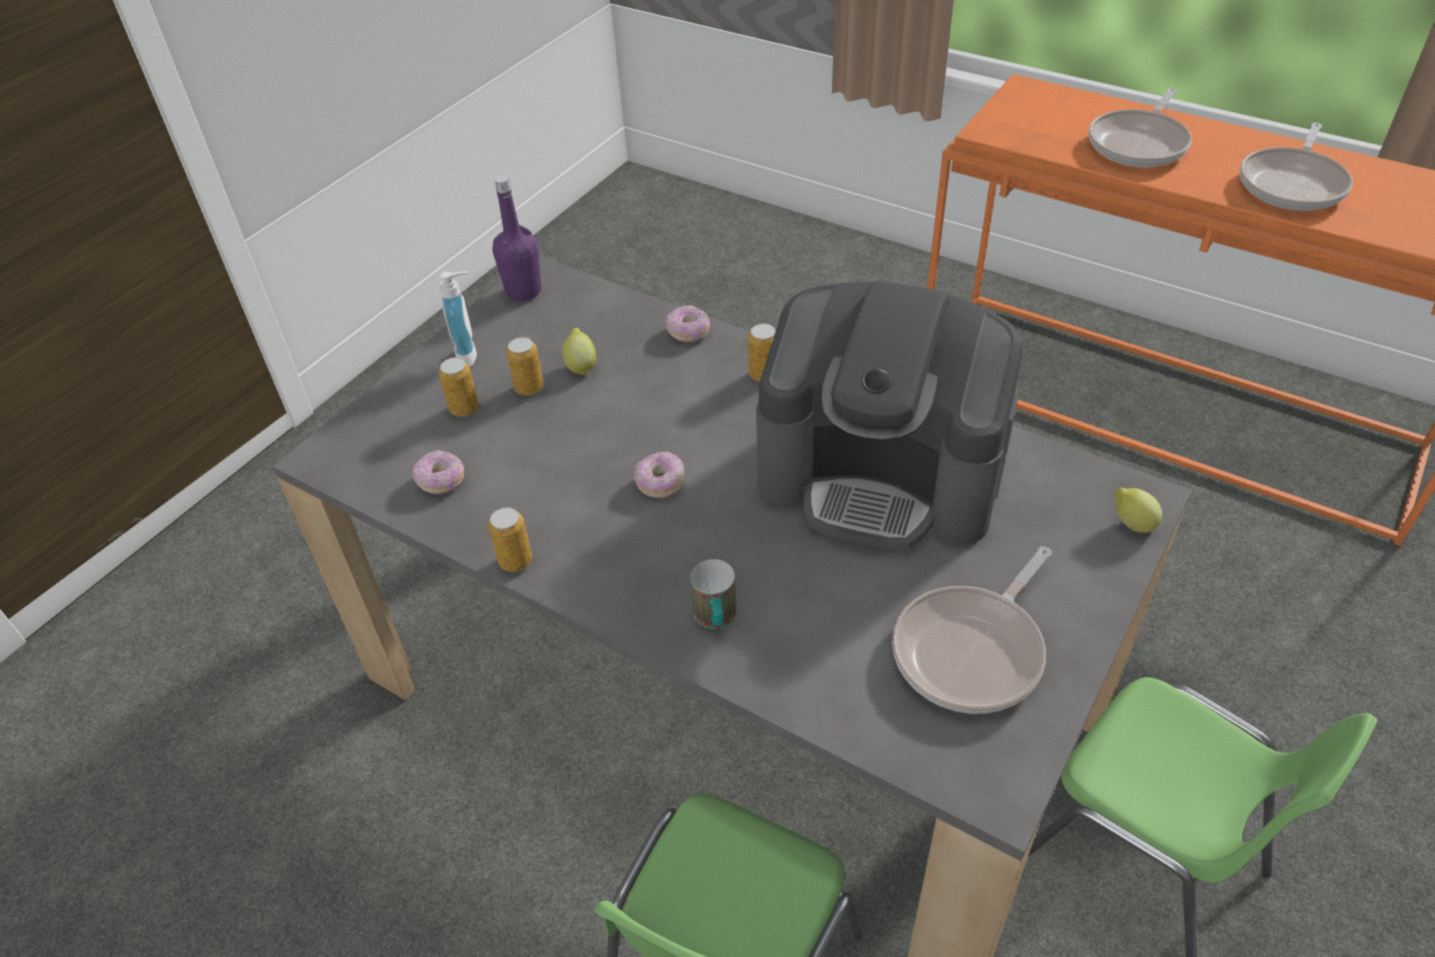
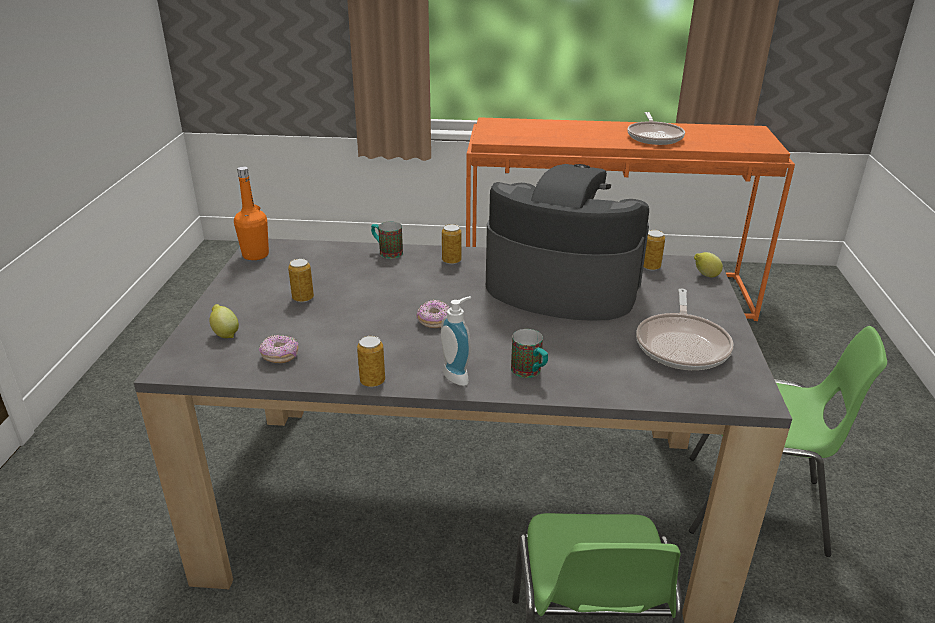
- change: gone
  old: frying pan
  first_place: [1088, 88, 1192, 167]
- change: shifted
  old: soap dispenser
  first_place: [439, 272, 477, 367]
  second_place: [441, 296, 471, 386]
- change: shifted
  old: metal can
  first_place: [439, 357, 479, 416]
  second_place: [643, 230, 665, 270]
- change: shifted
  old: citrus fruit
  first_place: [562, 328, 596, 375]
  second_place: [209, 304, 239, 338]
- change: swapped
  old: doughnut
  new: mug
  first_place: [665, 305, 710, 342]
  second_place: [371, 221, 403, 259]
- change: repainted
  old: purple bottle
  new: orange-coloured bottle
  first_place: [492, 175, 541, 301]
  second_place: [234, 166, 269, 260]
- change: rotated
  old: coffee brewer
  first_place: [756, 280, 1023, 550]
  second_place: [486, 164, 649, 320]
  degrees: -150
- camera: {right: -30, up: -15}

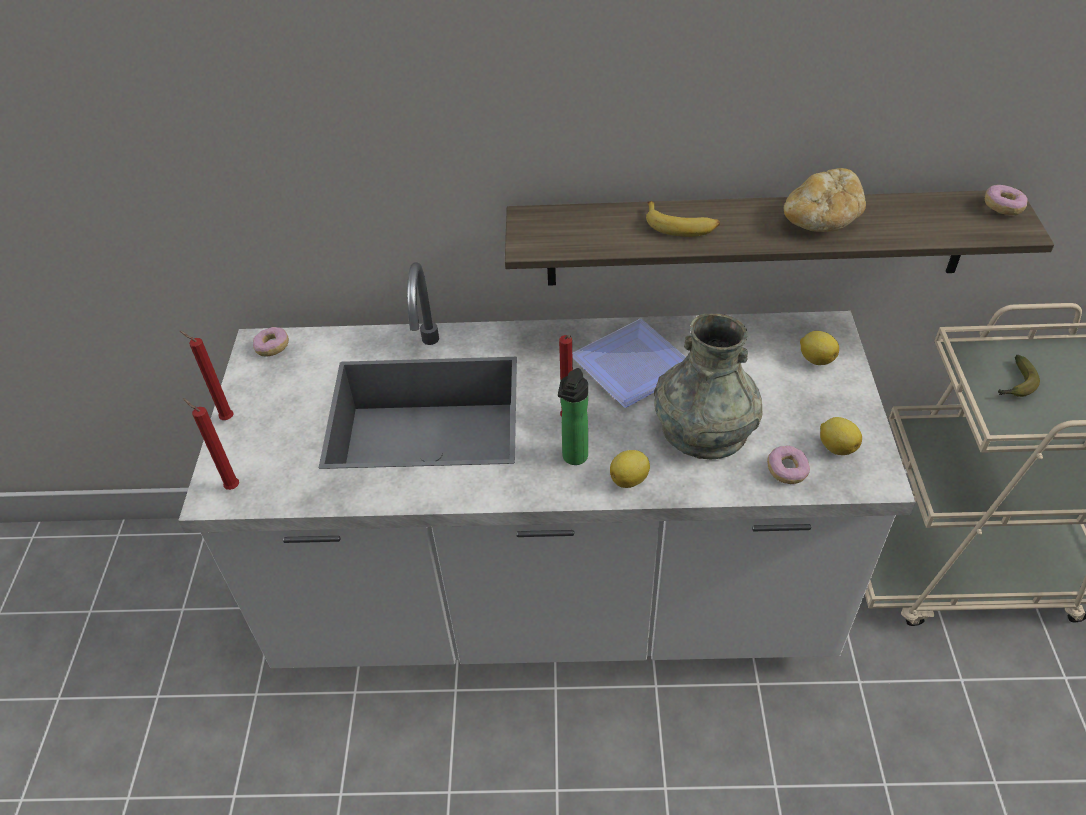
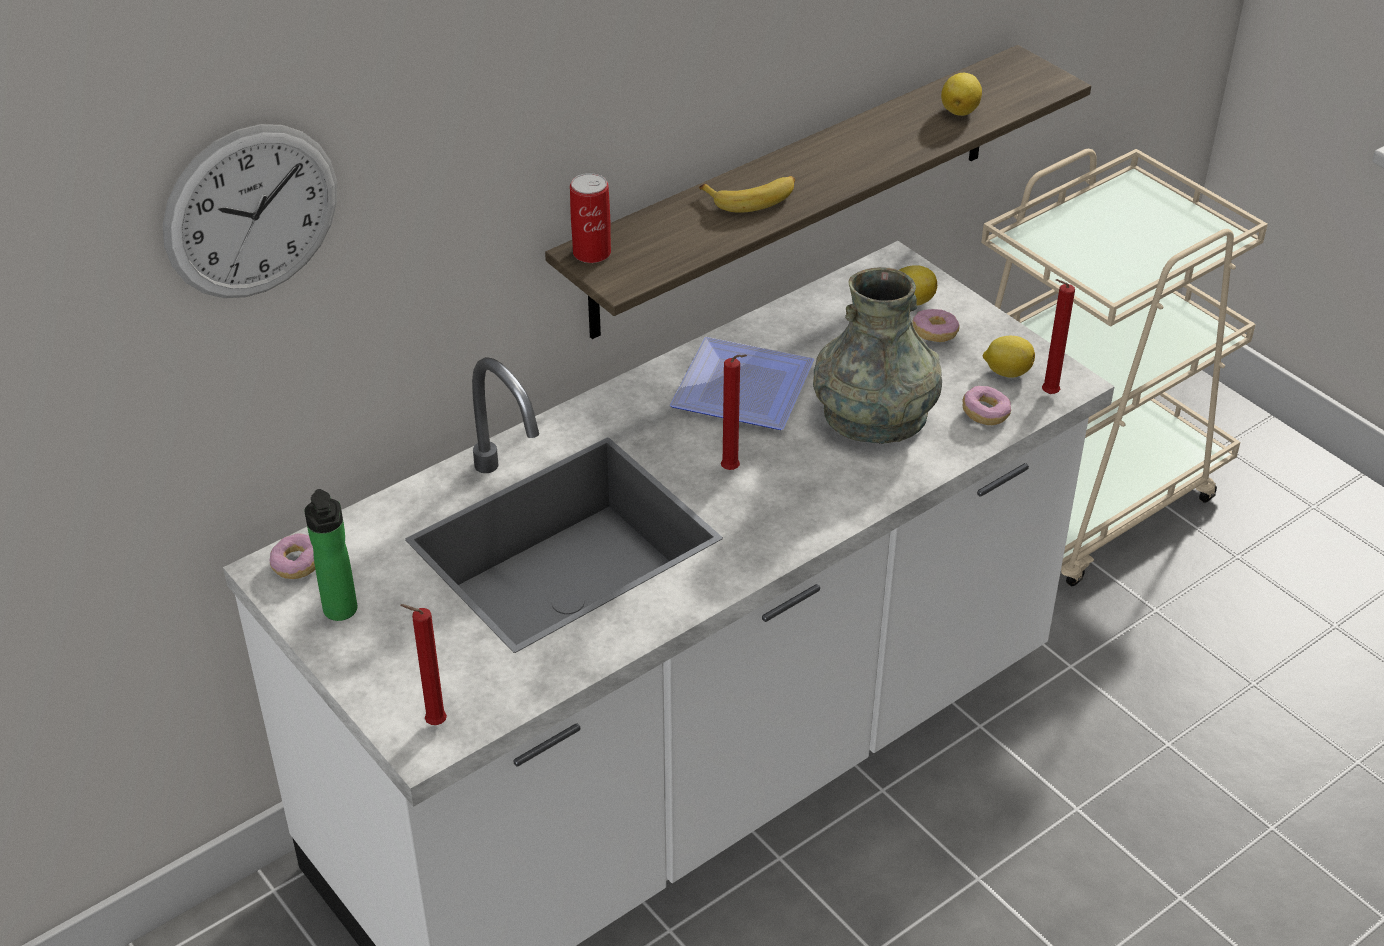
- change: gone
  old: bread
  first_place: [784, 168, 866, 232]
- change: gone
  old: banana fruit
  first_place: [998, 355, 1040, 397]
- change: new
  new: hanging clock
  second_place: [163, 124, 337, 298]
- change: new
  new: metal can
  second_place: [570, 173, 611, 263]
- change: shifted
  old: reddish wax candle
  first_place: [180, 331, 234, 420]
  second_place: [1042, 279, 1075, 394]
- change: shifted
  old: bottle
  first_place: [558, 368, 588, 465]
  second_place: [304, 489, 357, 621]
- change: shifted
  old: citrus fruit
  first_place: [610, 450, 650, 488]
  second_place: [941, 73, 982, 116]
- change: shifted
  old: doughnut
  first_place: [985, 185, 1028, 215]
  second_place: [912, 309, 960, 342]
- camera: {right: -40, up: -5}

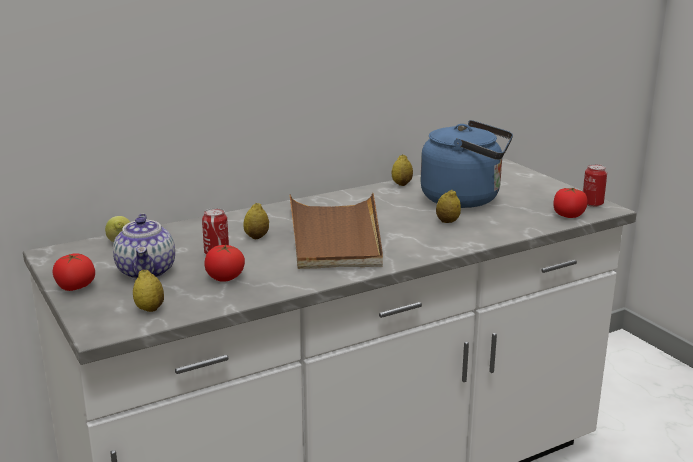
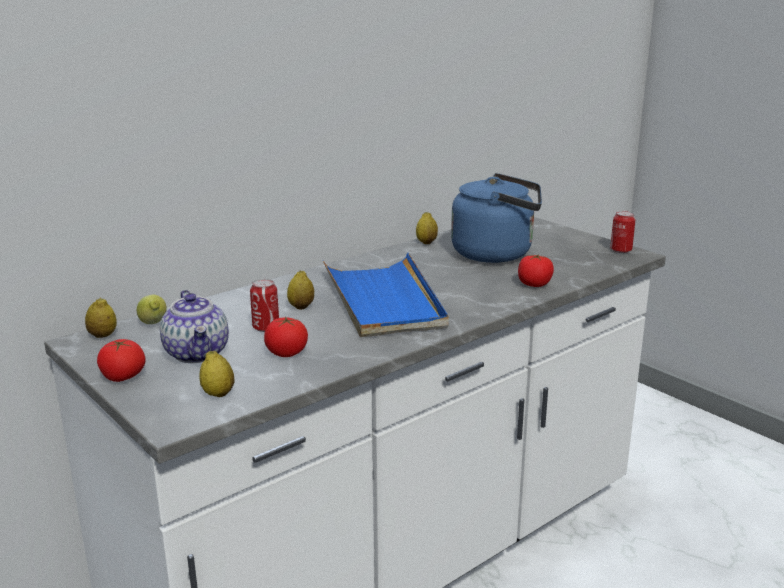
- change: shifted
  old: citrus fruit
  first_place: [436, 189, 461, 223]
  second_place: [85, 298, 117, 338]
- change: shifted
  old: whole tomato
  first_place: [553, 188, 588, 218]
  second_place: [518, 254, 554, 287]
- change: repainted
  old: brownish serving tray
  new: blue-coloured serving tray
  first_place: [290, 193, 383, 269]
  second_place: [322, 253, 449, 337]
- camera: {right: -10, up: 0}

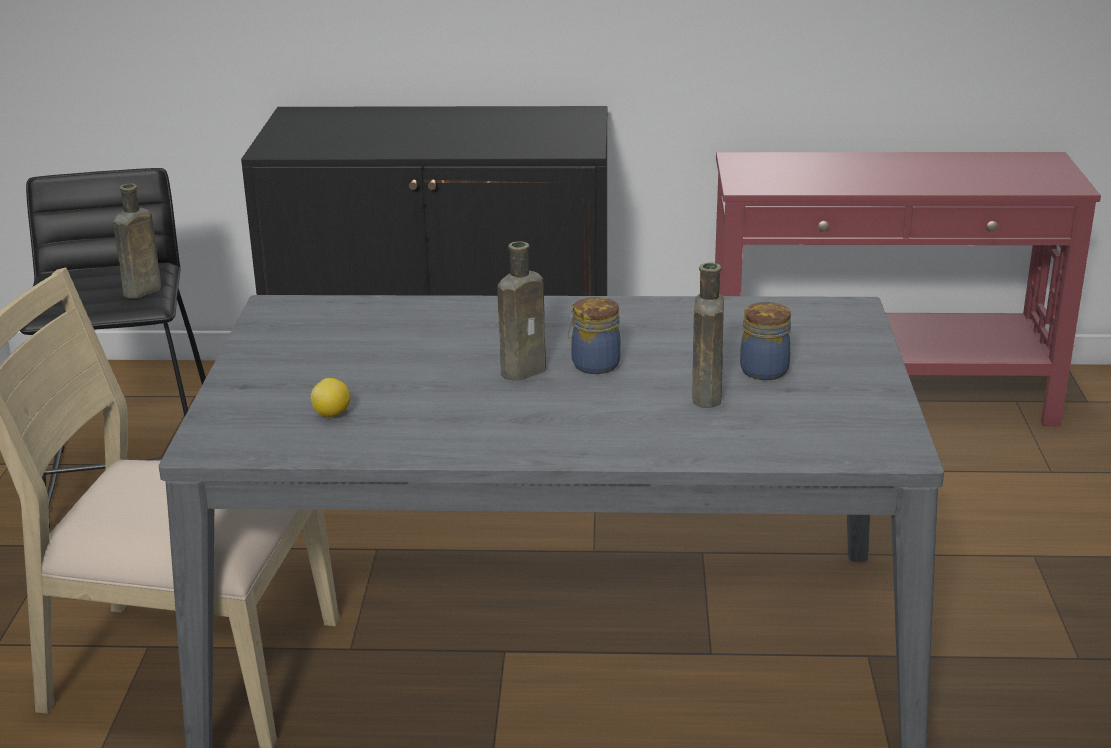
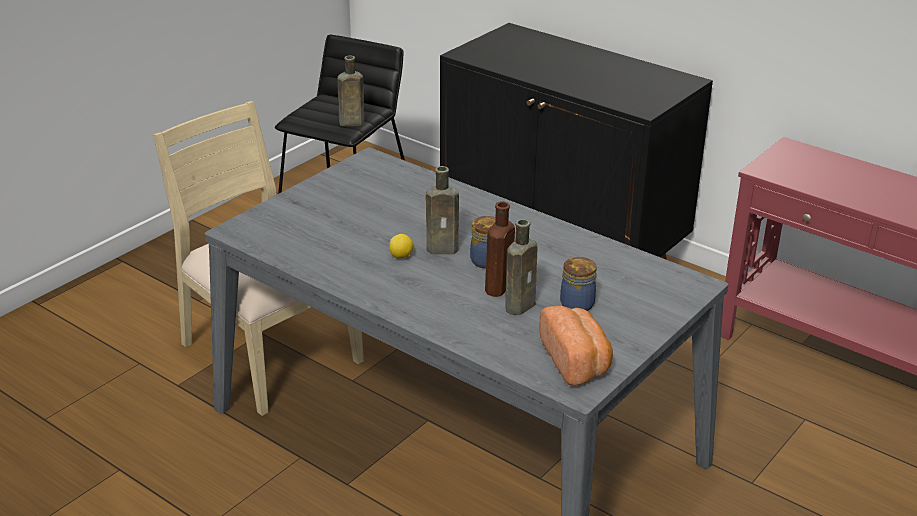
- change: new
  new: brownish bottle
  second_place: [485, 201, 515, 297]
- change: new
  new: bread
  second_place: [539, 306, 613, 386]
- change: shifted
  old: citrus fruit
  first_place: [311, 378, 350, 417]
  second_place: [389, 234, 413, 258]
- camera: {right: 35, up: 5}

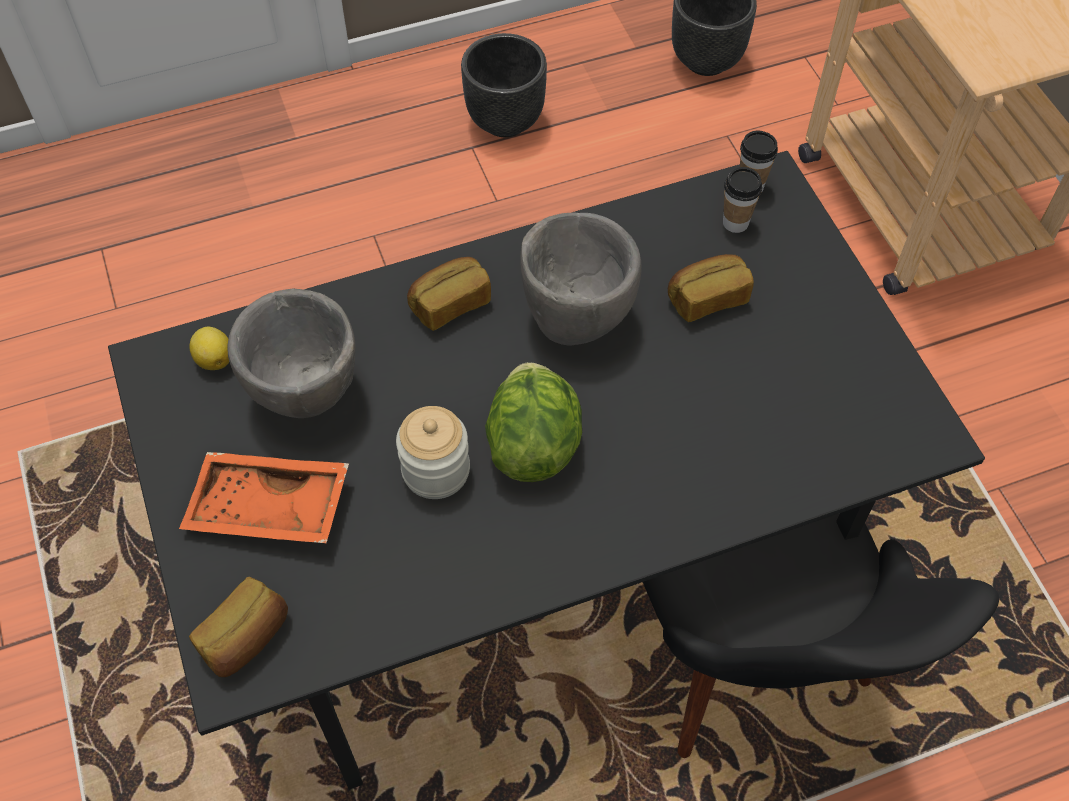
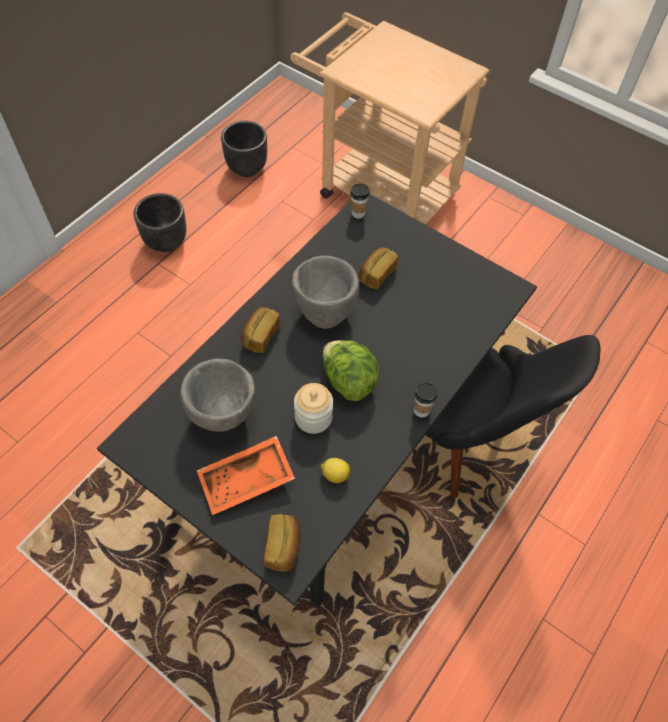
- change: shifted
  old: citrus fruit
  first_place: [189, 326, 229, 370]
  second_place: [321, 458, 350, 483]
- change: shifted
  old: cup
  first_place: [723, 167, 762, 233]
  second_place: [414, 382, 438, 418]
- camera: {right: -35, up: 0}

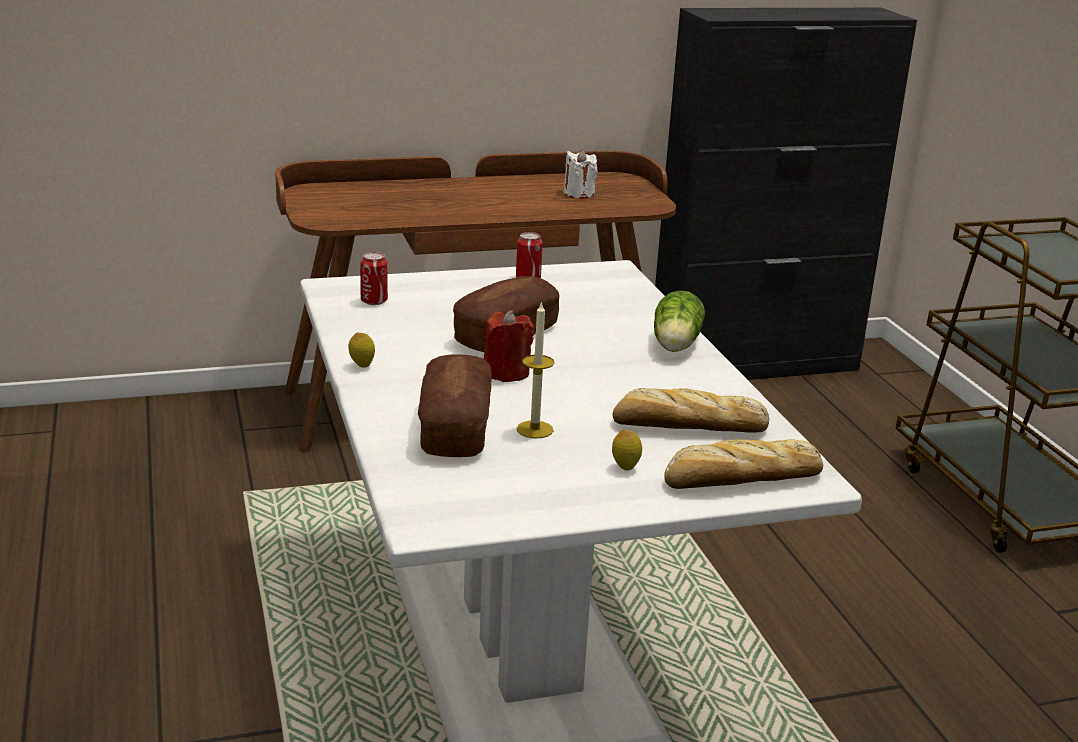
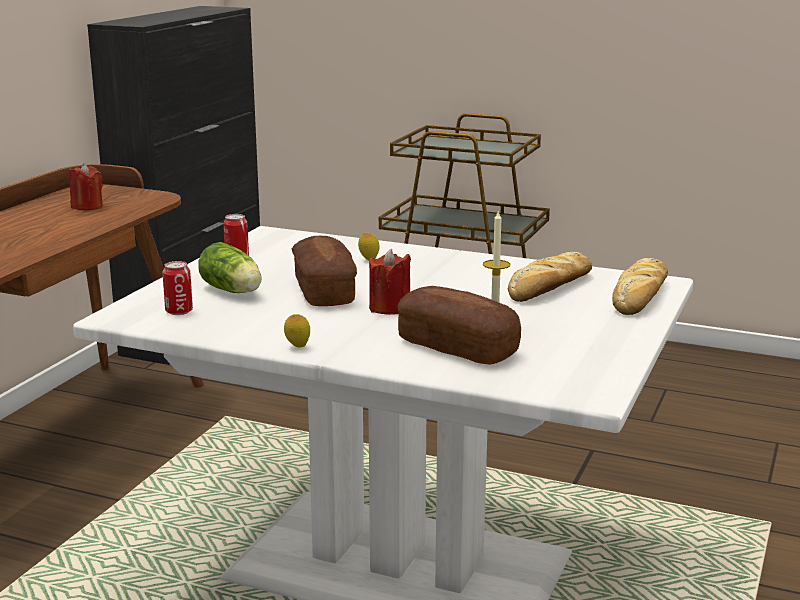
- change: shifted
  old: citrus fruit
  first_place: [612, 429, 642, 471]
  second_place: [358, 233, 380, 260]
- change: shifted
  old: lettuce head
  first_place: [654, 290, 705, 352]
  second_place: [198, 242, 262, 293]
- change: repainted
  old: white wax candle
  new: reddish wax candle
  first_place: [564, 149, 598, 198]
  second_place: [69, 163, 103, 210]
- camera: {right: -50, up: -5}

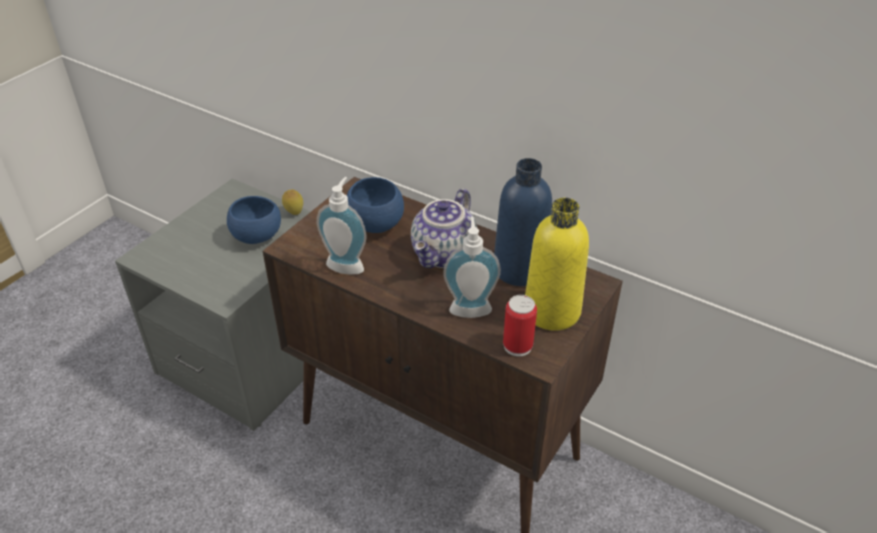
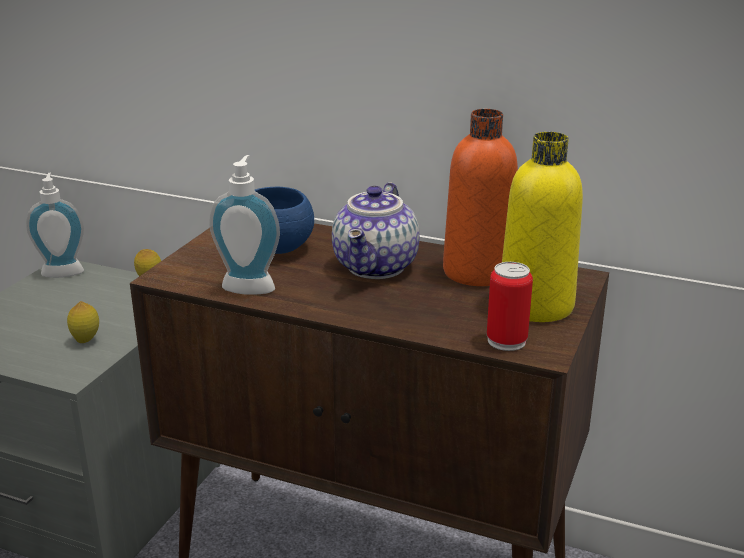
- change: gone
  old: blue-coloured bowl
  first_place: [227, 196, 281, 244]
- change: new
  new: citrus fruit
  second_place: [67, 301, 99, 343]
- change: shifted
  old: soap dispenser
  first_place: [443, 217, 501, 318]
  second_place: [26, 173, 84, 278]
- change: repainted
  old: blue-coloured bottle
  new: orange-coloured bottle
  first_place: [494, 158, 552, 286]
  second_place: [443, 109, 518, 286]
- camera: {right: -10, up: -15}

